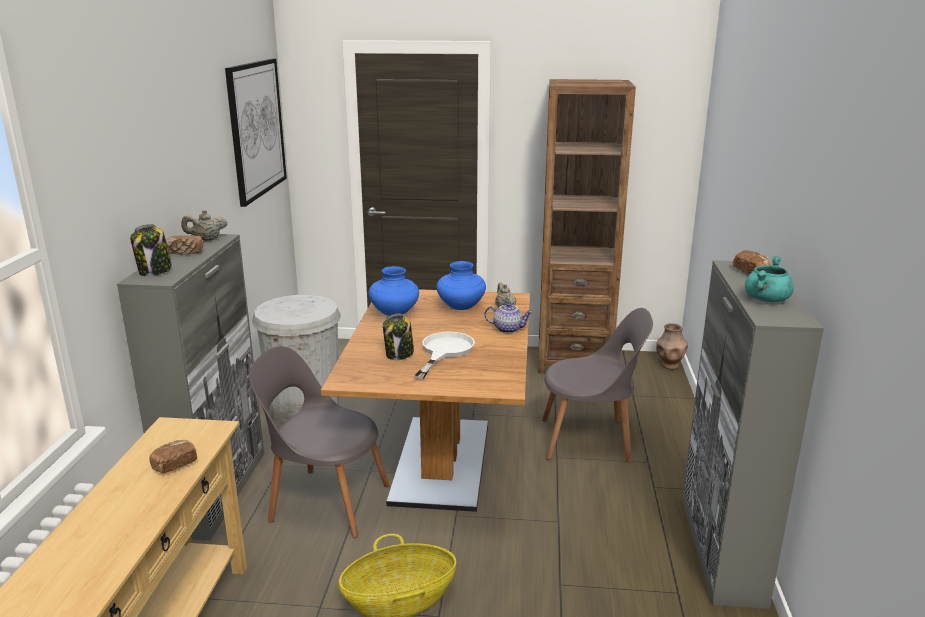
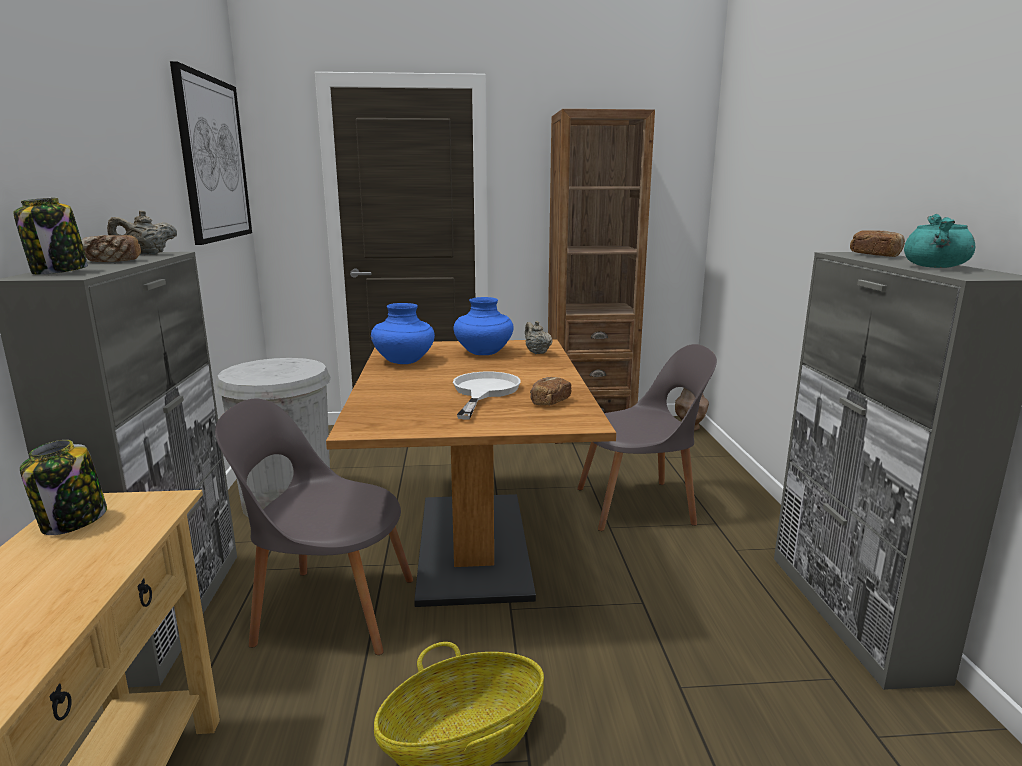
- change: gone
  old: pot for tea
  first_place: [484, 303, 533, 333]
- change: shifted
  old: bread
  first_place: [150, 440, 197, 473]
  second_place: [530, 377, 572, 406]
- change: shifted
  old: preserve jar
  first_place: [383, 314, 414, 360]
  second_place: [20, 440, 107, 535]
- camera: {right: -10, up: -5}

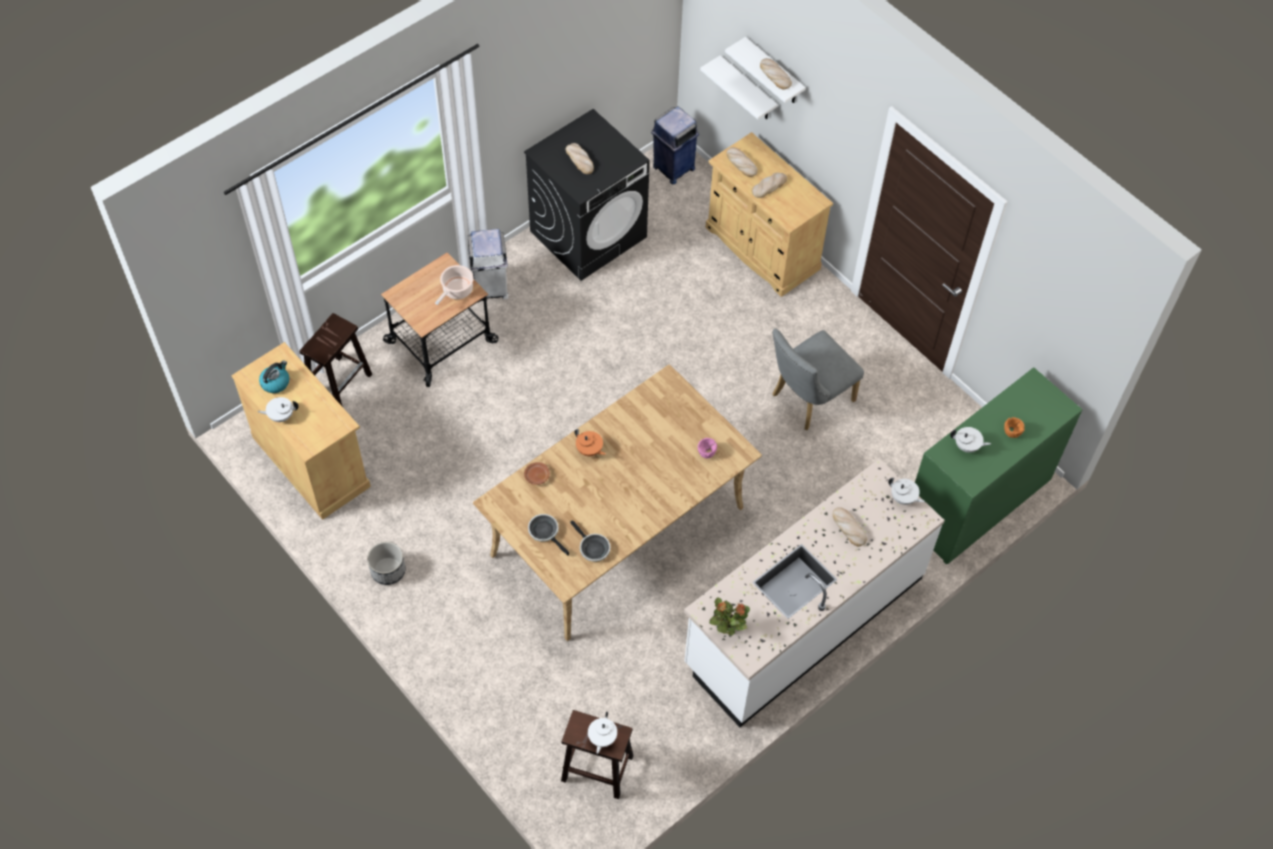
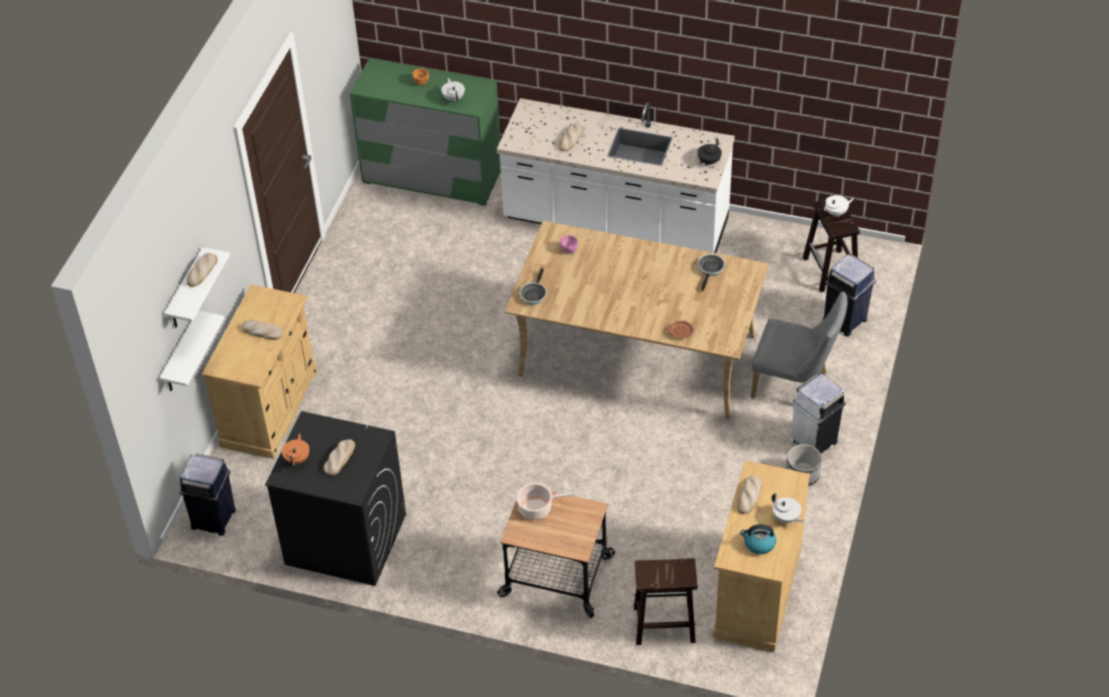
- change: gone
  old: white pot for tea
  first_place: [888, 478, 925, 505]
- change: new
  new: blue-coloured rubbish bin
  second_place: [822, 254, 876, 337]
- change: shifted
  old: white rubbish bin
  first_place: [468, 229, 509, 299]
  second_place: [790, 373, 846, 453]
- change: shifted
  old: frying pan
  first_place: [528, 514, 569, 556]
  second_place: [519, 268, 547, 305]
- change: shifted
  old: orange-coloured pot for tea
  first_place: [574, 429, 606, 456]
  second_place: [282, 433, 310, 467]
- change: shifted
  old: bread
  first_place: [726, 147, 758, 177]
  second_place: [737, 476, 762, 514]
- change: shifted
  old: greyish upright chair
  first_place: [772, 329, 864, 431]
  second_place: [751, 292, 848, 399]
- change: swapped
  old: houseplant
  new: black pot for tea
  first_place: [709, 597, 750, 635]
  second_place: [697, 138, 722, 165]
- camera: {right: -120, up: -10}

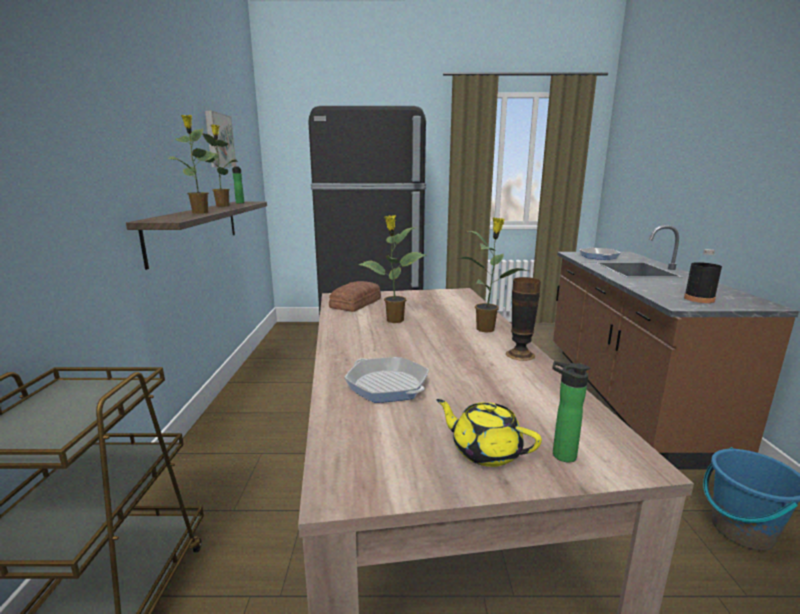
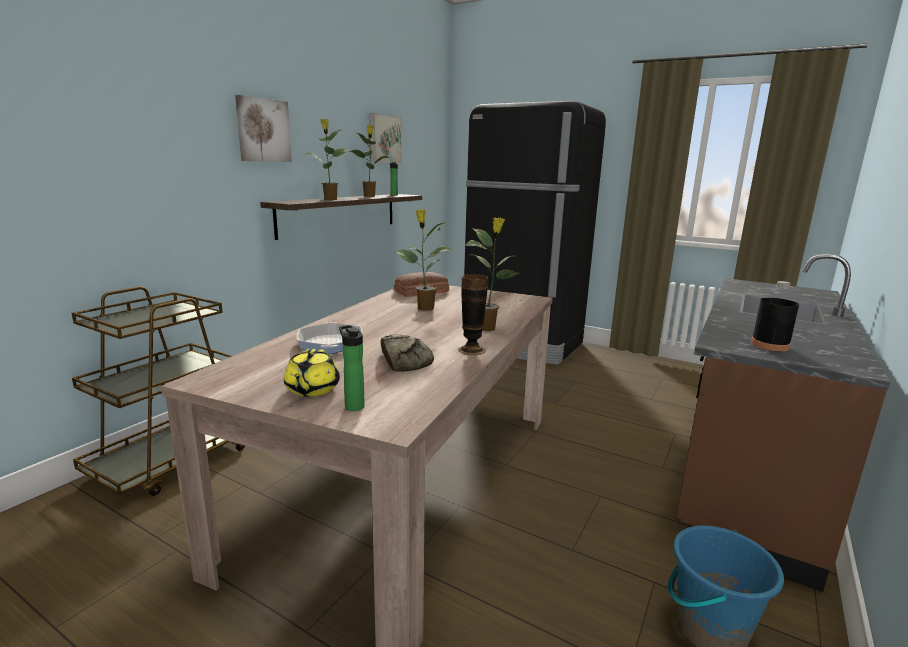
- change: gone
  old: frying pan
  first_place: [579, 247, 621, 260]
- change: new
  new: wall picture
  second_place: [235, 95, 292, 162]
- change: new
  new: bread
  second_place: [381, 334, 434, 372]
- change: rotated
  old: yellow-coloured pot for tea
  first_place: [436, 399, 542, 467]
  second_place: [284, 349, 340, 397]
  degrees: -150
- camera: {right: 30, up: 0}

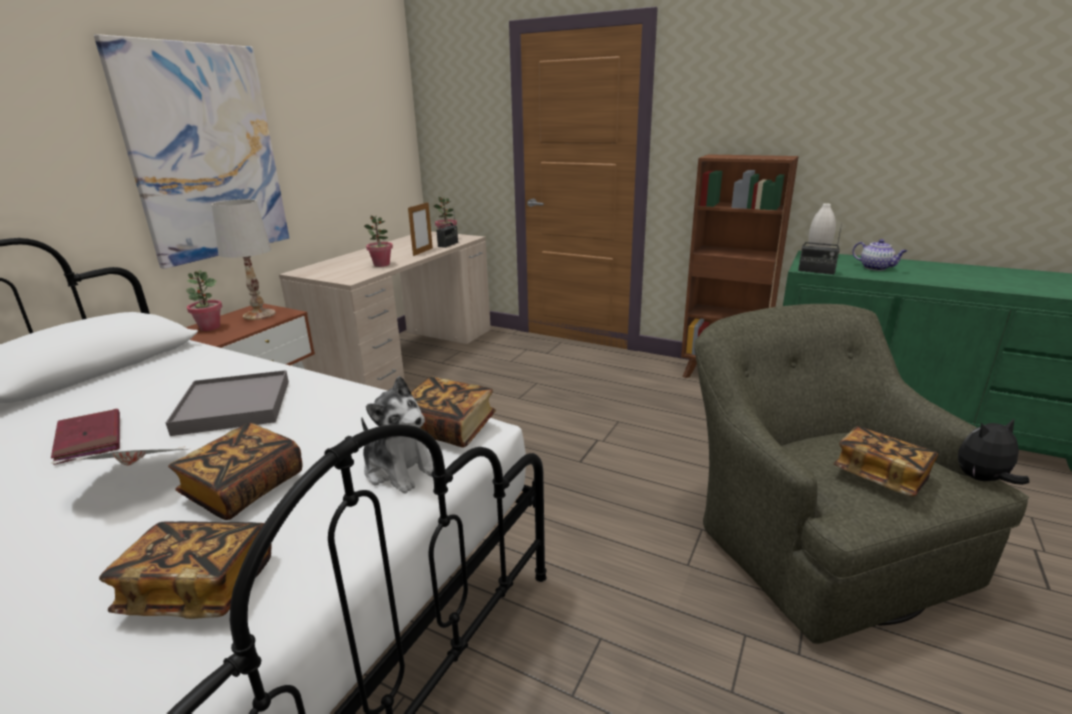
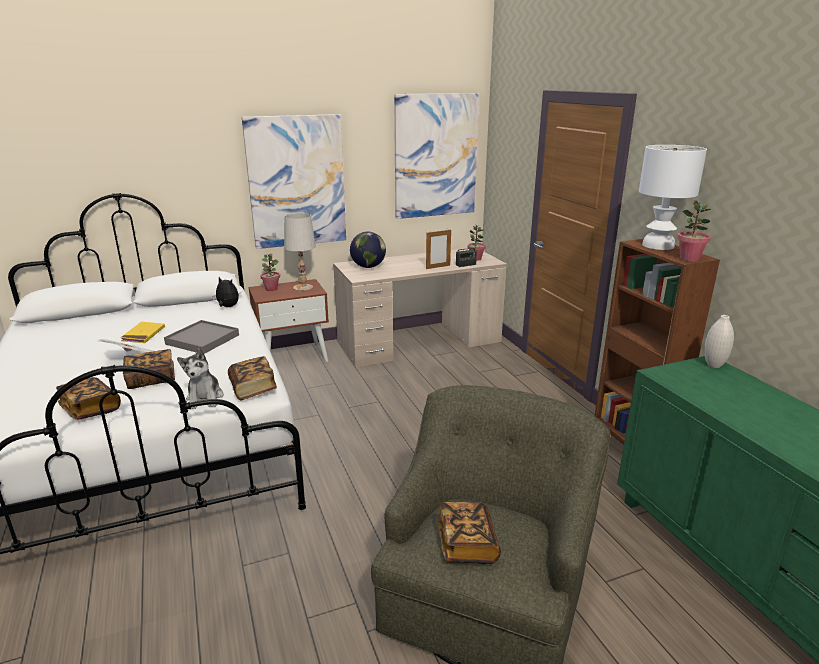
- change: gone
  old: radio set
  first_place: [798, 224, 842, 275]
- change: gone
  old: pot for tea
  first_place: [852, 239, 907, 271]
- change: new
  new: world globe
  second_place: [350, 232, 386, 268]
- change: new
  new: wall picture
  second_place: [394, 93, 479, 219]
- change: new
  new: white lamp for a table
  second_place: [639, 145, 707, 250]
- change: shifted
  old: houseplant
  first_place: [364, 216, 393, 267]
  second_place: [677, 200, 711, 261]
- change: shifted
  old: plush toy
  first_place: [958, 418, 1029, 485]
  second_place: [212, 277, 239, 307]
- change: repainted
  old: reddish bound book
  new: yellow-coloured bound book
  first_place: [51, 409, 120, 465]
  second_place: [120, 322, 165, 343]
- camera: {right: 40, up: 0}

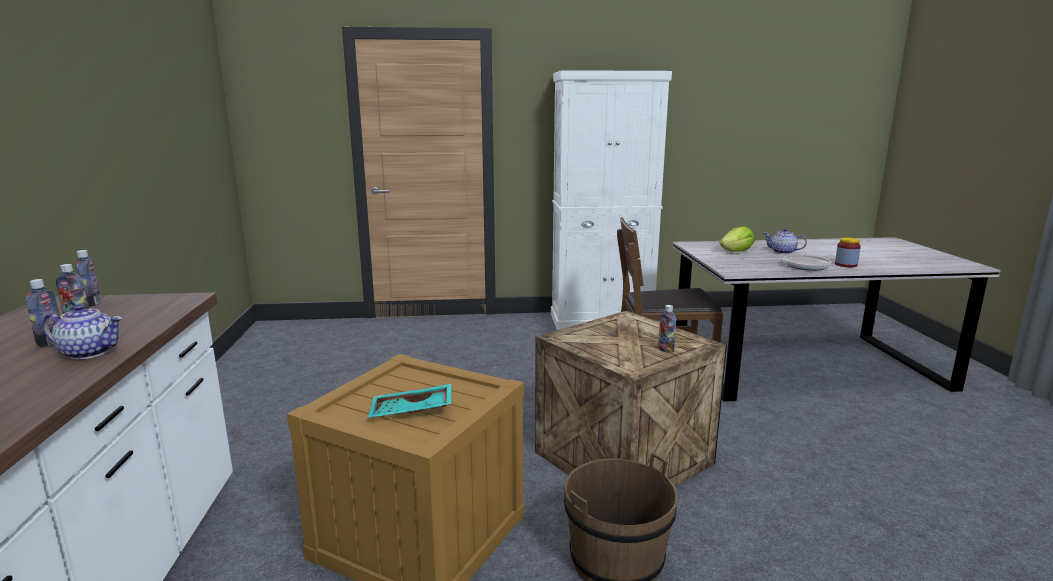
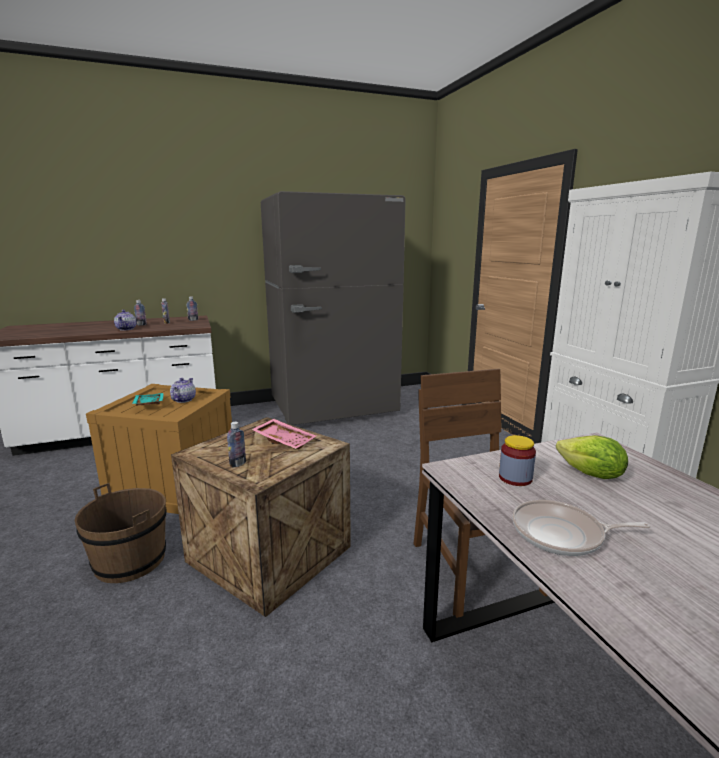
- change: new
  new: pink-coloured serving tray
  second_place: [252, 419, 316, 449]
- change: new
  new: greyish kitchen fridge
  second_place: [261, 191, 406, 425]
- change: shifted
  old: pot for tea
  first_place: [764, 228, 807, 254]
  second_place: [170, 378, 196, 403]
- change: shifted
  old: preserve jar
  first_place: [835, 238, 861, 267]
  second_place: [499, 435, 536, 486]
- camera: {right: 75, up: 0}

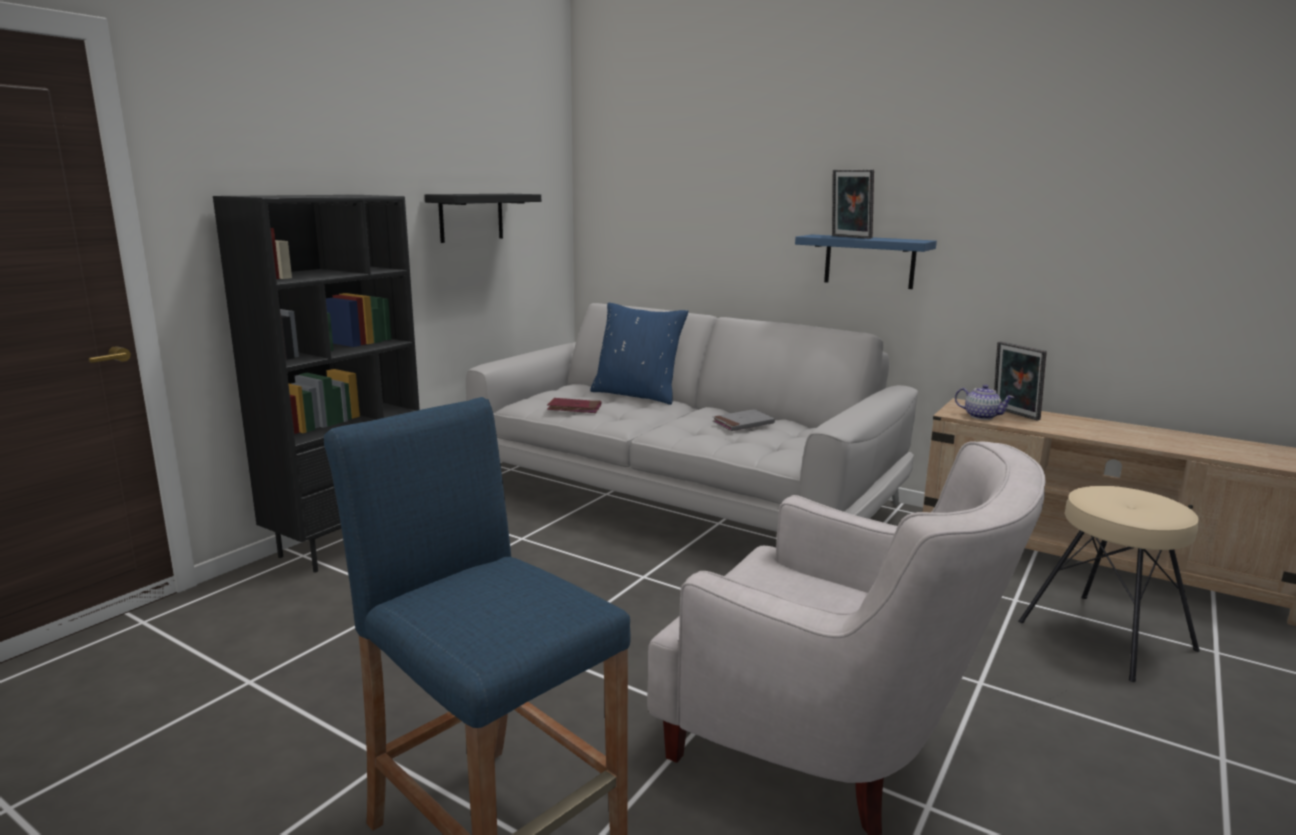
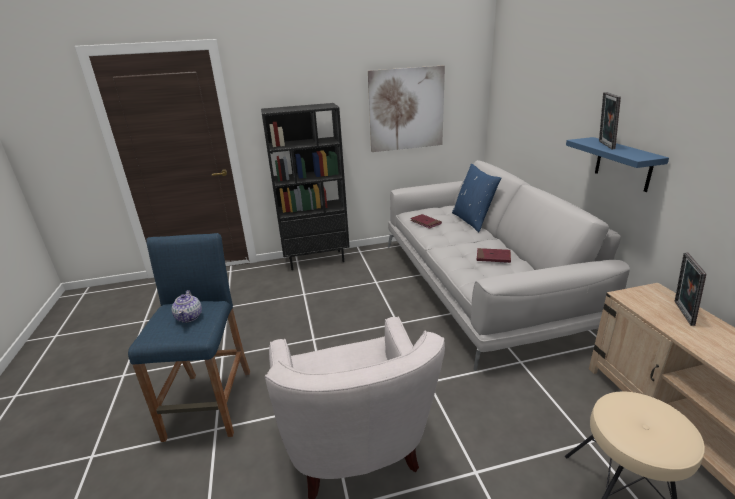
- change: shifted
  old: pot for tea
  first_place: [955, 385, 1015, 420]
  second_place: [172, 290, 202, 323]
- change: swapped
  old: black bracket shelf
  new: wall picture
  first_place: [425, 194, 541, 243]
  second_place: [368, 65, 445, 152]
- change: repainted
  old: greyish bound book
  new: reddish bound book
  first_place: [713, 409, 775, 431]
  second_place: [477, 248, 511, 263]
- camera: {right: 45, up: 10}

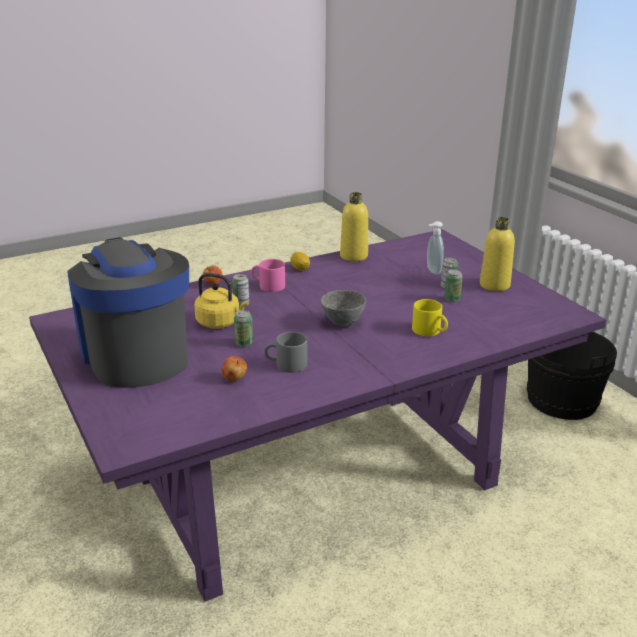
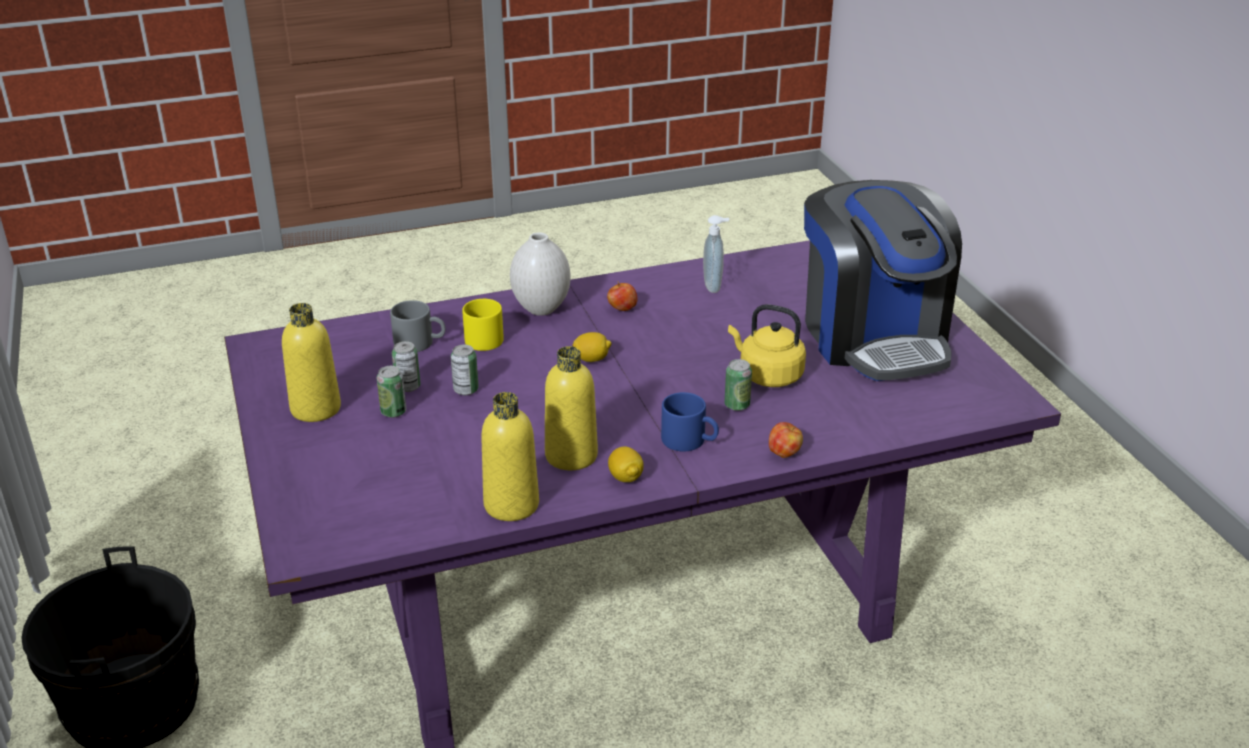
- change: new
  new: white vase
  second_place: [510, 232, 571, 316]
- change: new
  new: yellow-coloured bottle
  second_place: [545, 346, 598, 470]
- change: shifted
  old: apple
  first_place: [221, 356, 247, 381]
  second_place: [607, 281, 638, 311]
- change: shifted
  old: metal can
  first_place: [234, 310, 253, 347]
  second_place: [451, 344, 479, 395]
- change: shifted
  old: greyish mug
  first_place: [264, 332, 307, 373]
  second_place: [390, 300, 445, 352]
- change: shifted
  old: soap dispenser
  first_place: [427, 221, 444, 274]
  second_place: [703, 215, 729, 293]
- change: swapped
  old: greyish bowl
  new: citrus fruit
  first_place: [321, 290, 366, 327]
  second_place: [573, 332, 612, 362]
- change: repainted
  old: pink-coloured mug
  new: blue-coloured mug
  first_place: [251, 259, 285, 292]
  second_place: [661, 392, 719, 451]
- camera: {right: -170, up: 5}

